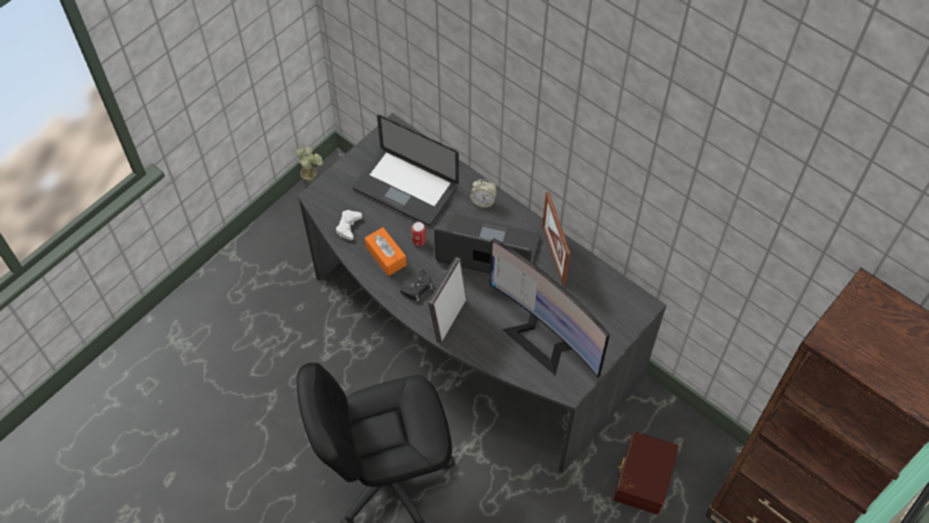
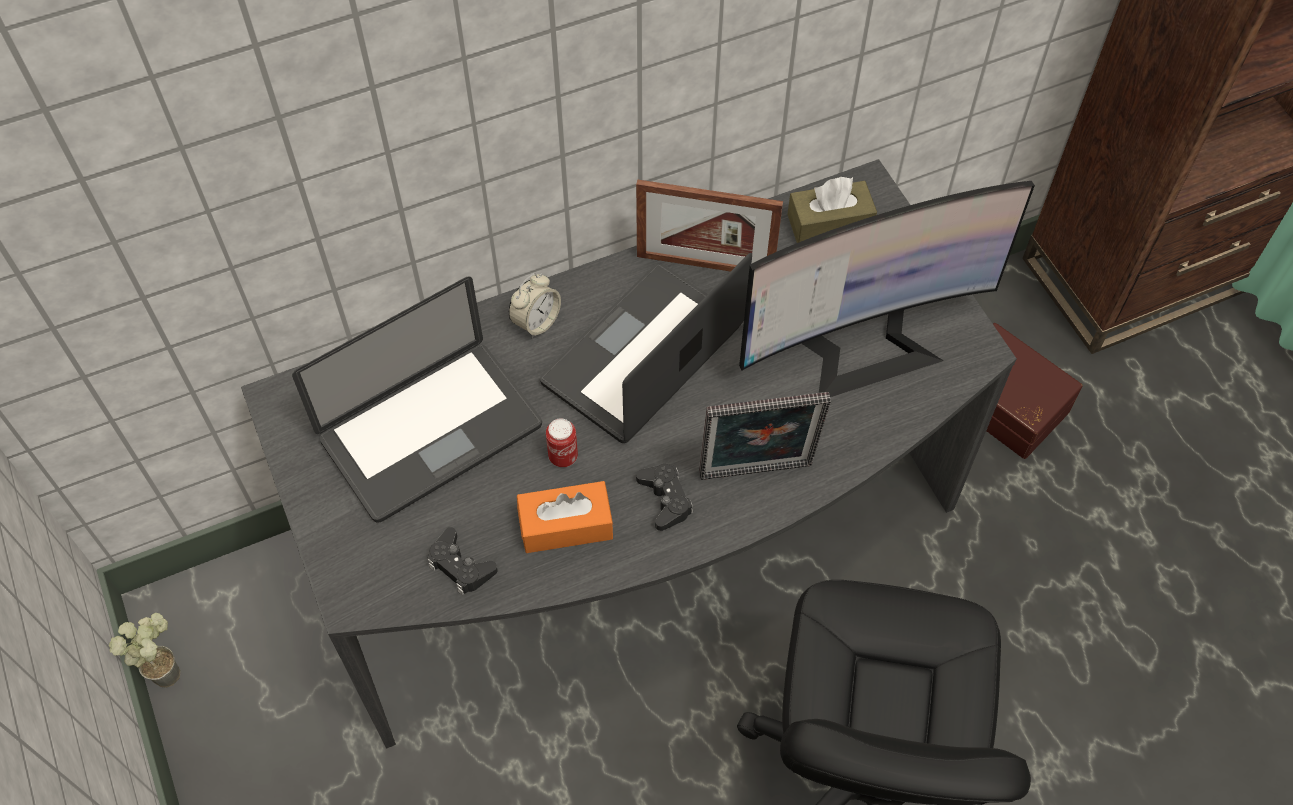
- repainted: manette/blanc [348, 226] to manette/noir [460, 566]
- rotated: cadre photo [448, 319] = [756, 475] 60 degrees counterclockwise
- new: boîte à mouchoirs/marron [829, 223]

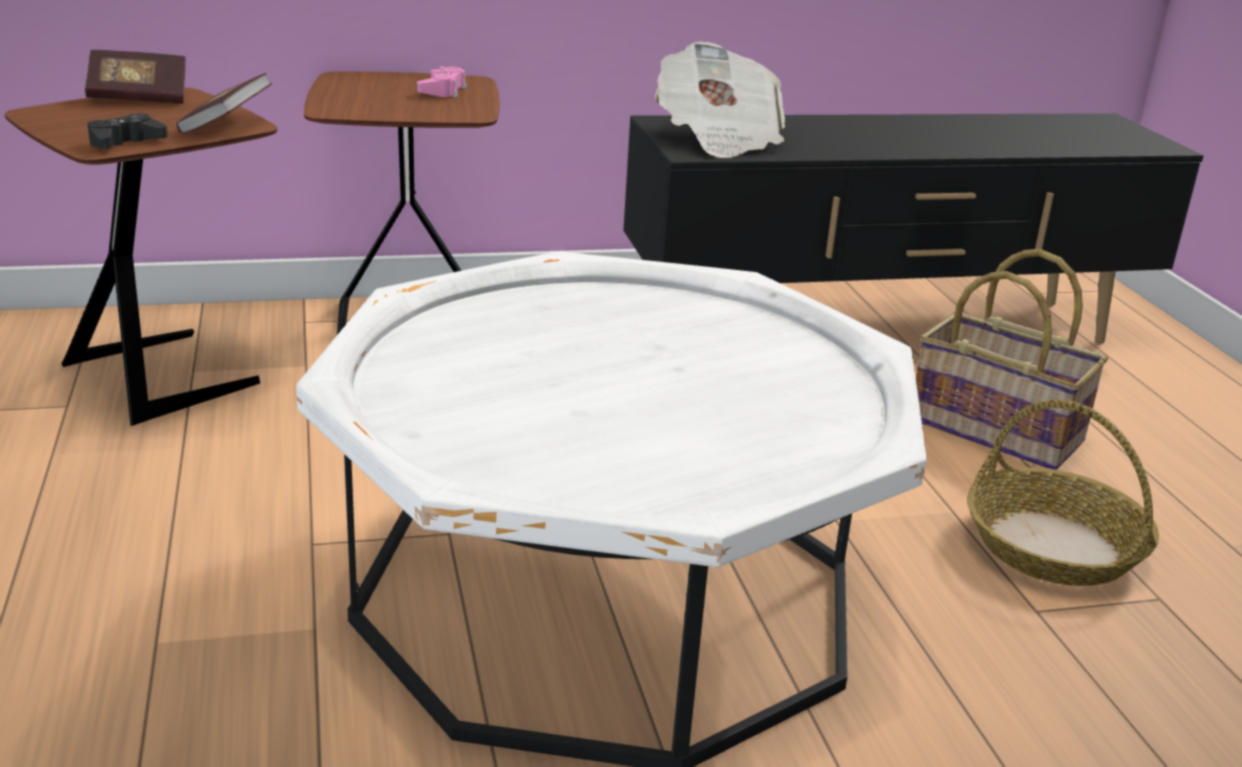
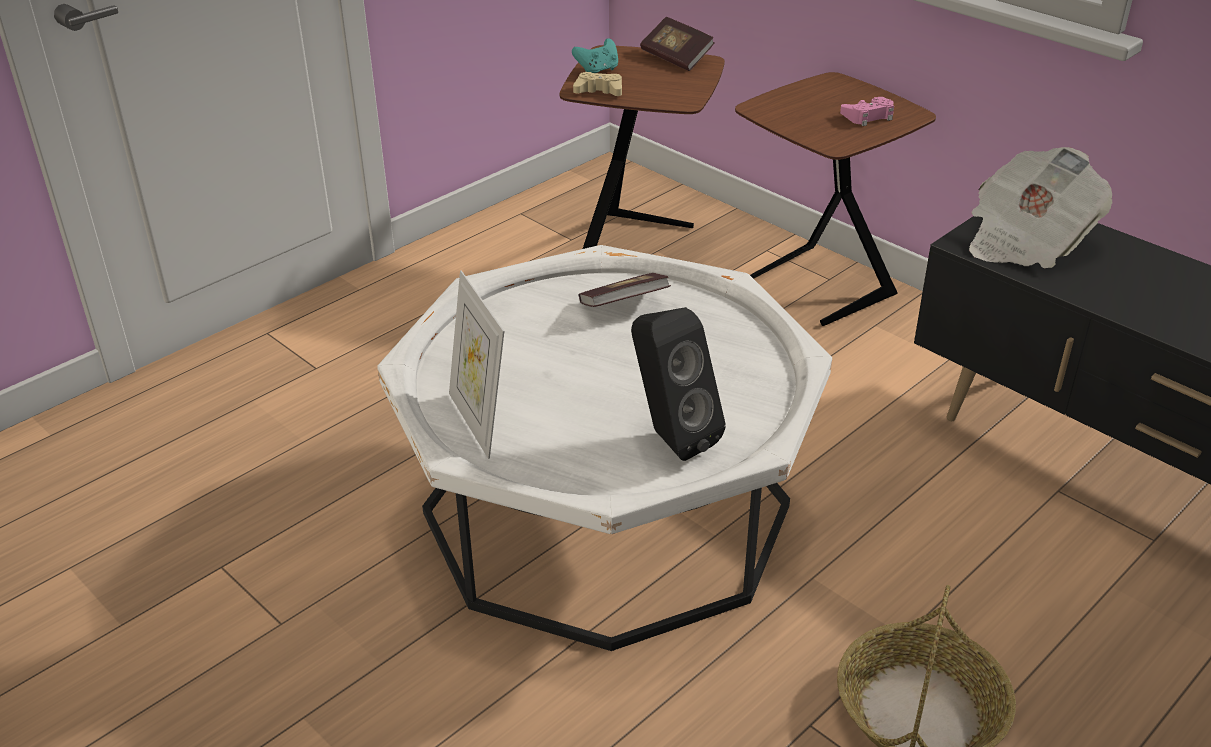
- repainted: manette/noir [125, 142] to manette/beige [599, 91]
- shifted: livre [226, 125] to [624, 305]
- gone: panier [997, 429]
- new: cadre photo [479, 422]
- new: manette/turquoise [597, 71]
- new: enceinte/noir [670, 437]

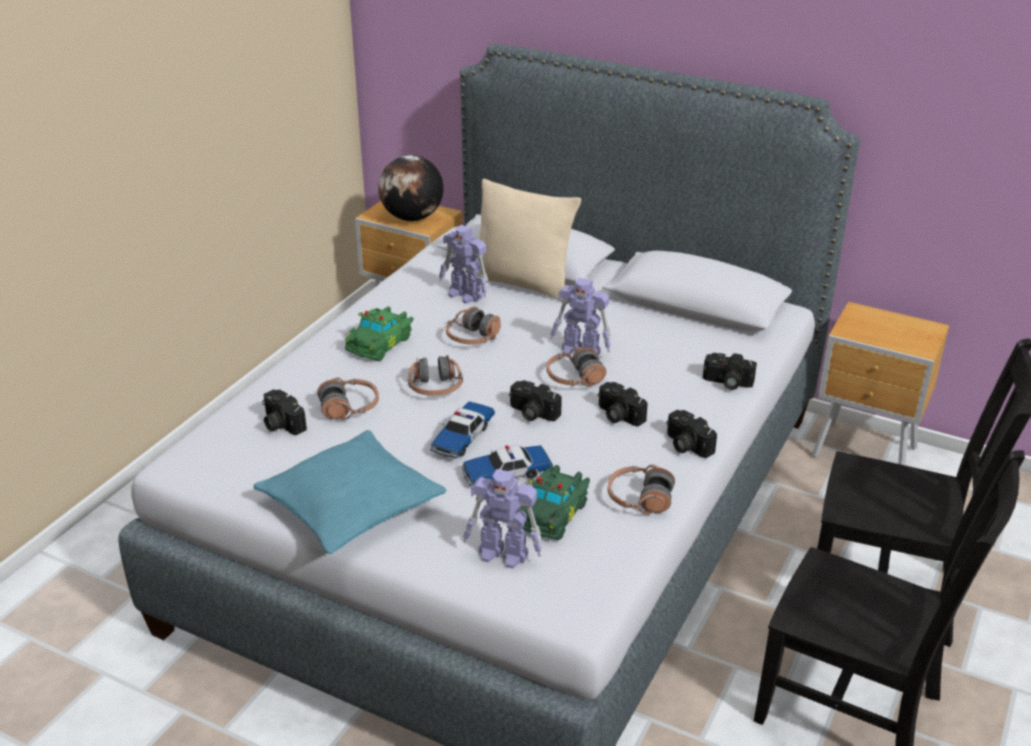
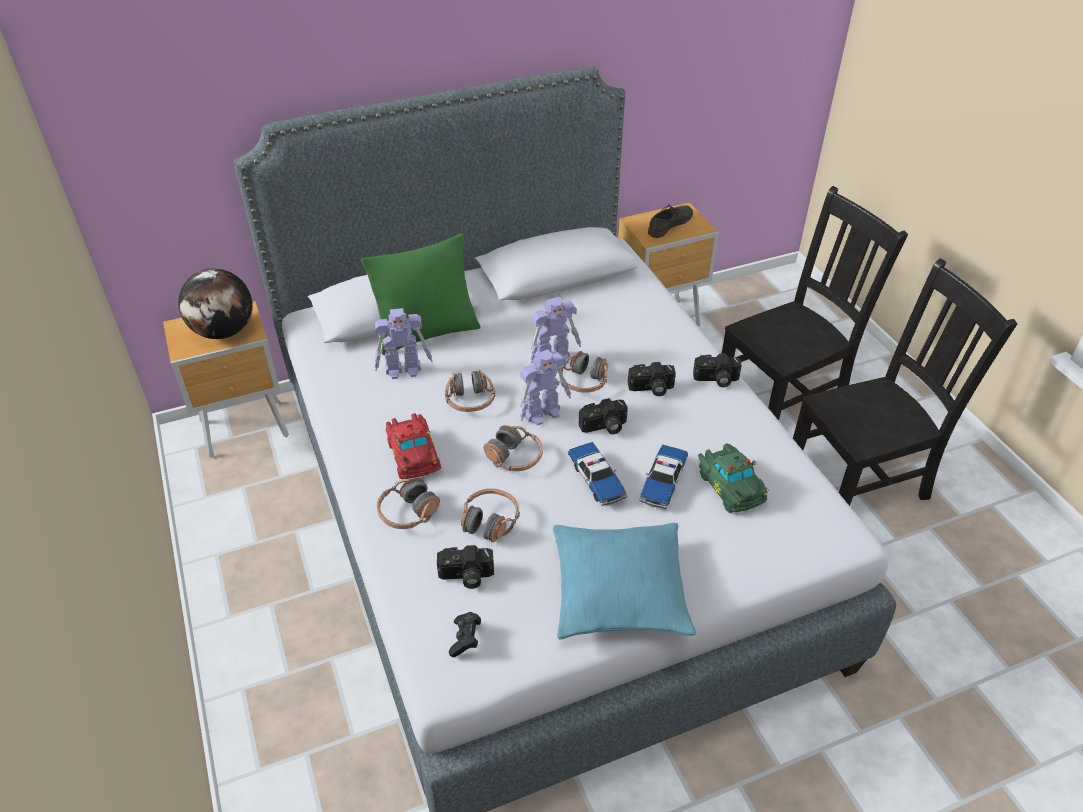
- repainted: petite voiture/vert [381, 343] to petite voiture/rouge [414, 453]
- shifted: robot jouet [504, 554] to [543, 413]
- repainted: coussin/beige [522, 284] to coussin/vert [427, 333]
- shifted: casque audio [639, 499] to [408, 512]
- gone: appareil photo [727, 383]
- new: manette/noir [465, 639]
- new: chaussure/gris [669, 224]

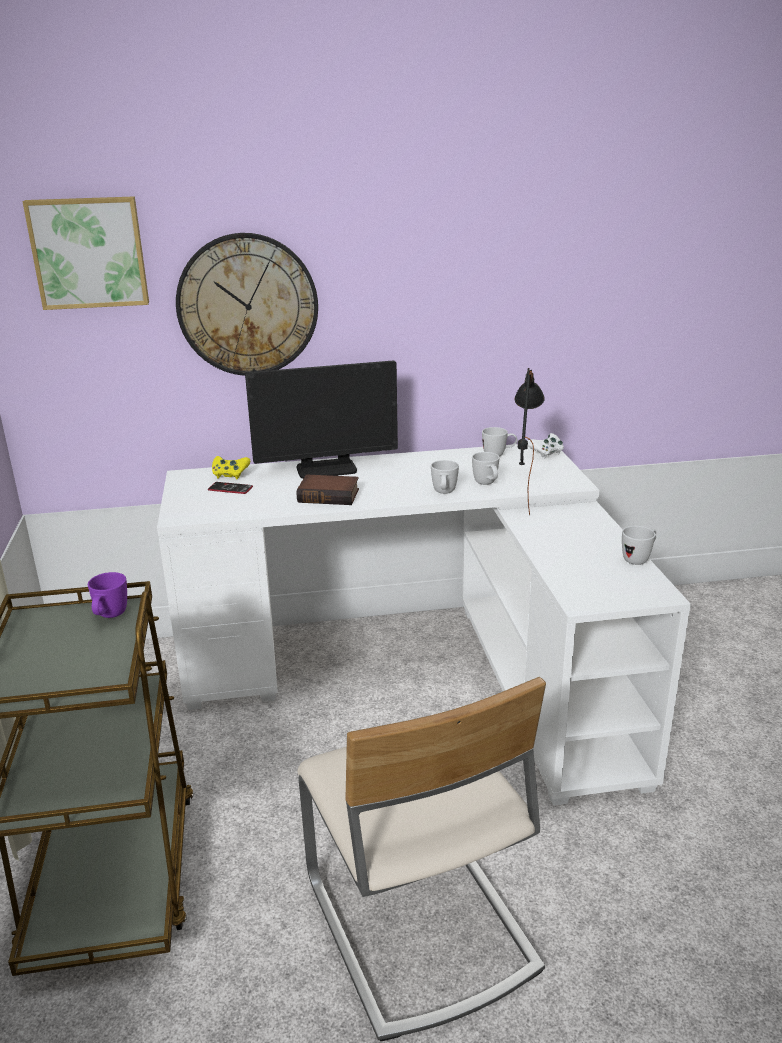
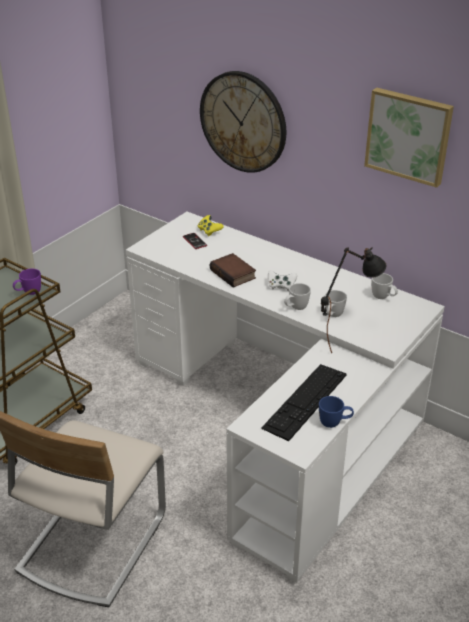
- shifted: tableau [89, 252] to [409, 135]
- gone: écran d'ordinateur [326, 469]
- shifted: manette/blanc [546, 453] to [281, 286]
- repainted: mug/blanc [639, 559] to mug/bleu [334, 423]
- new: clavier [305, 401]

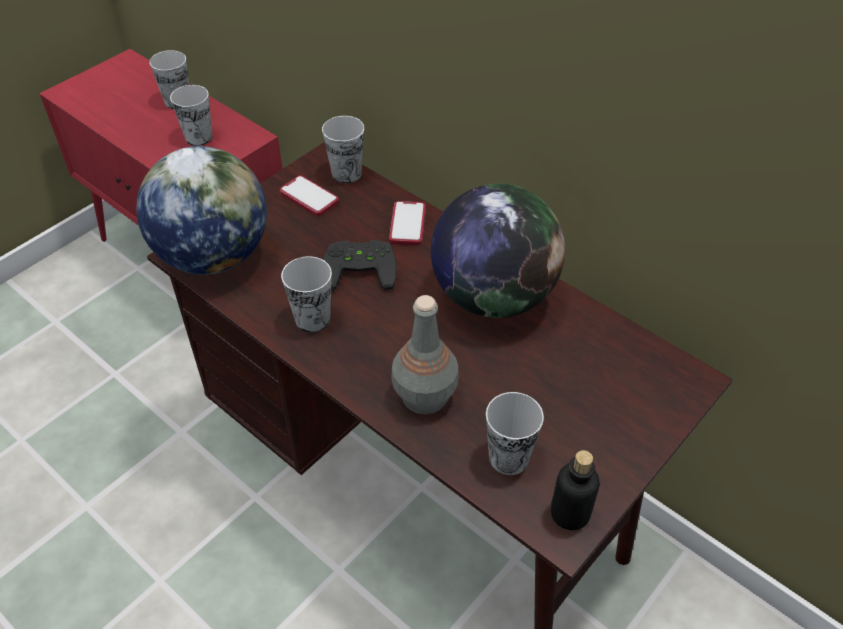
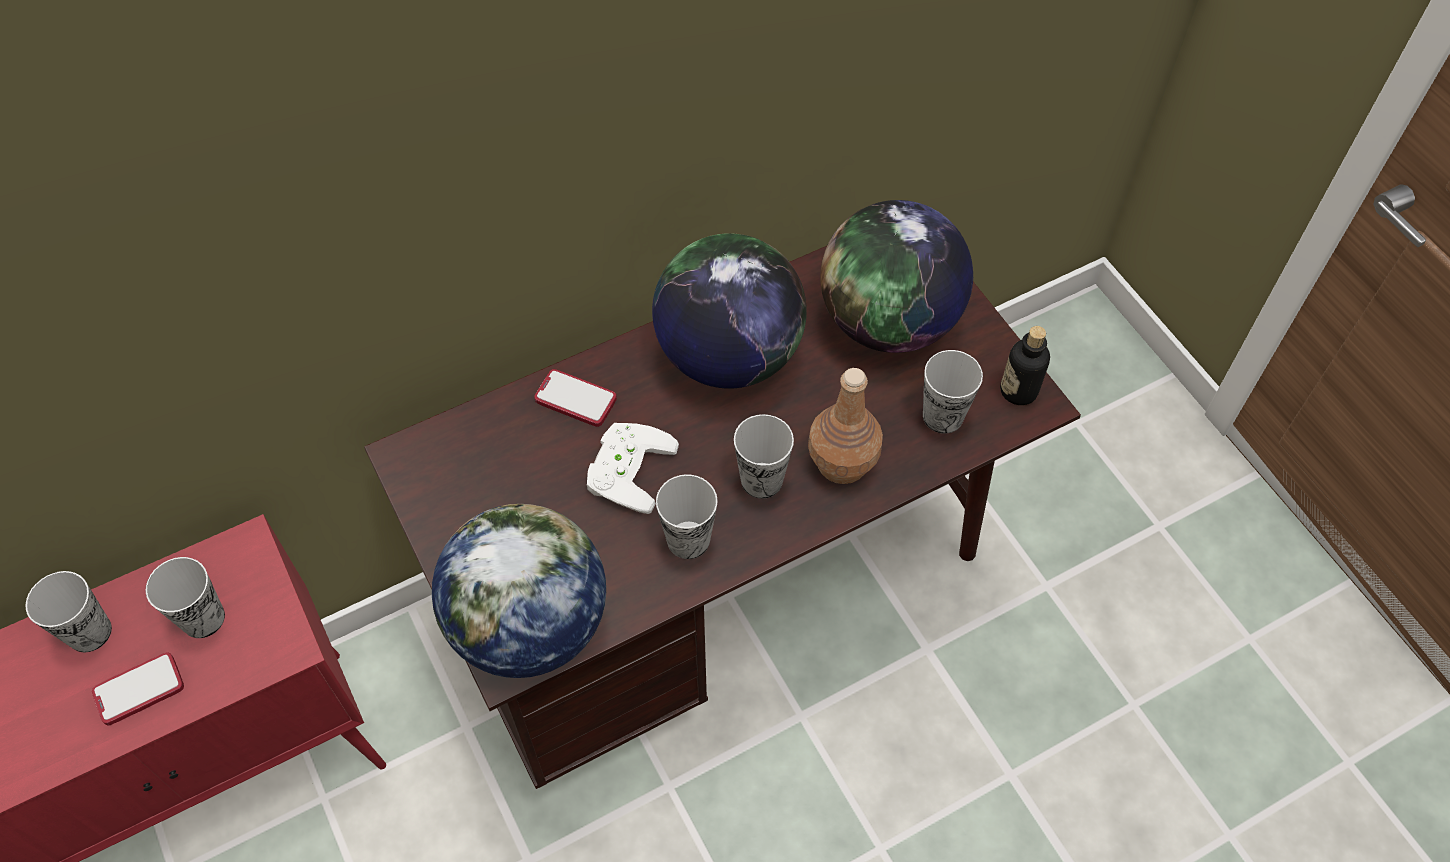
- shifted: téléphone [309, 197] to [139, 690]
- shifted: tasse [346, 173] to [761, 480]
- repainted: manette/noir [360, 267] to manette/blanc [625, 468]
- repainted: bouteille/gris [424, 396] to bouteille/marron [842, 463]
- new: globe [888, 322]

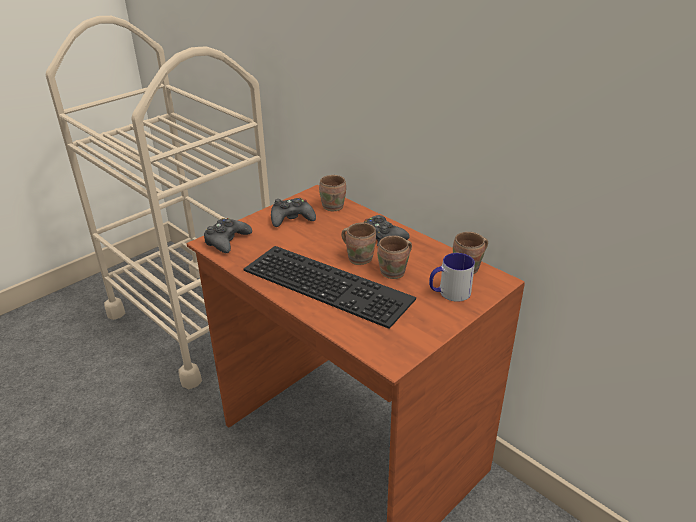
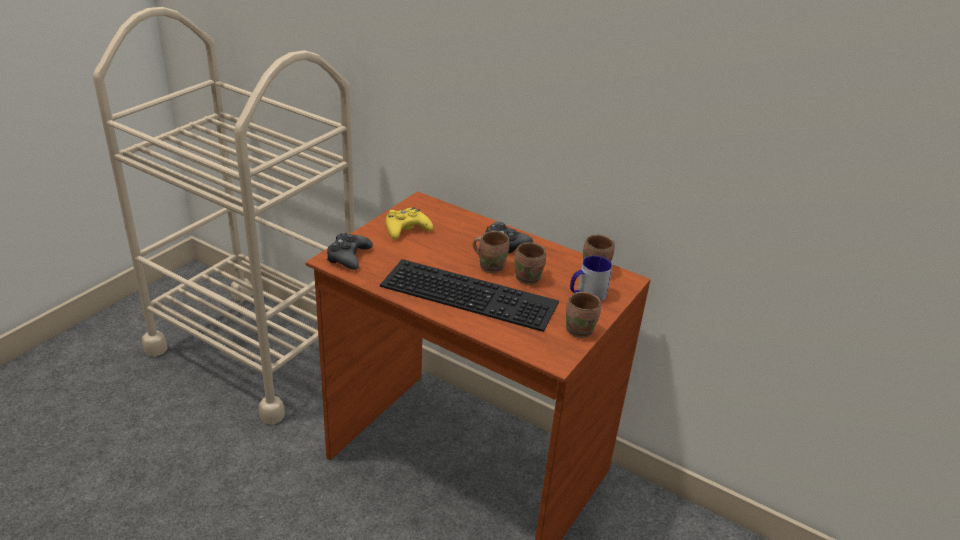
- repainted: manette/noir [292, 218] to manette/jaune [406, 229]
- shifted: mug/marron [334, 206] to [580, 329]

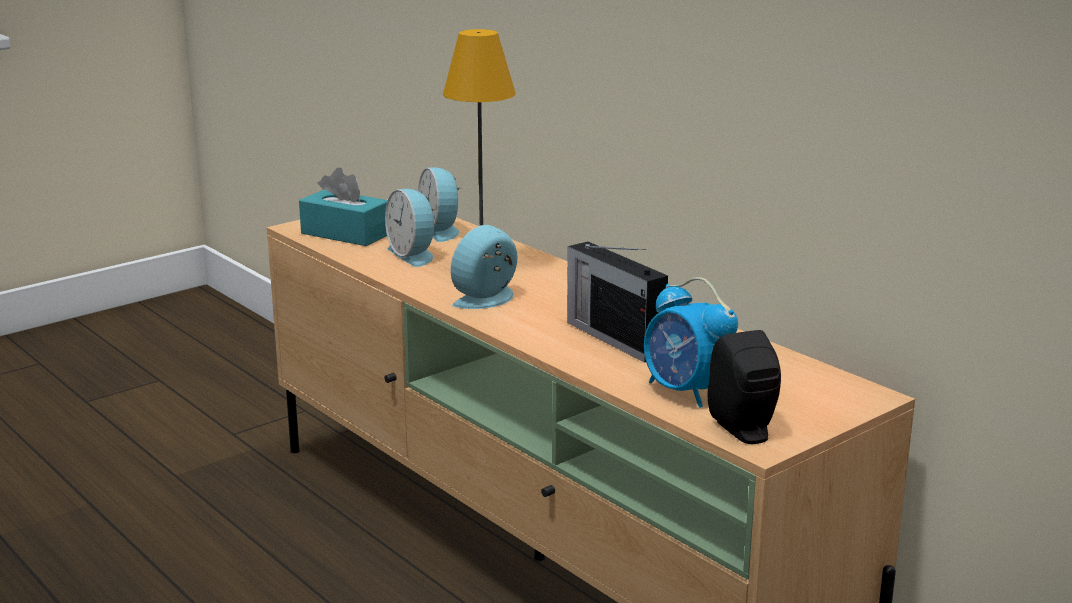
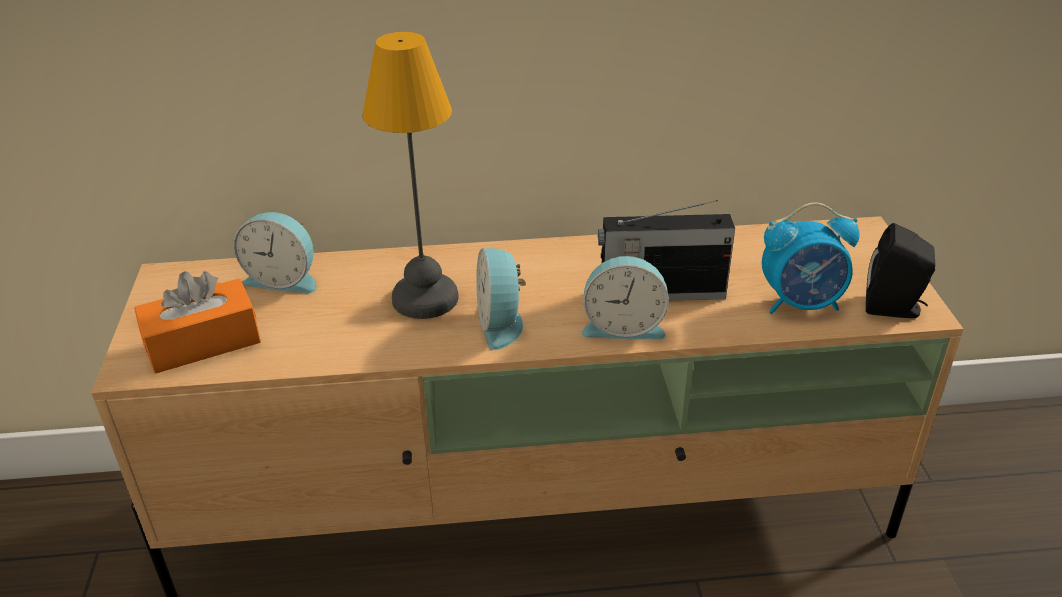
- repainted: boîte à mouchoirs/turquoise [346, 234] to boîte à mouchoirs/orange [203, 342]
- shifted: réveil [414, 254] to [623, 326]

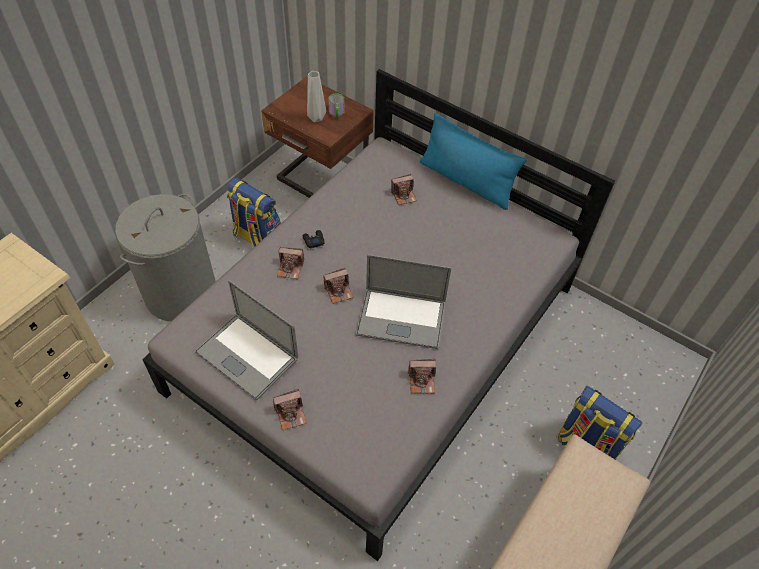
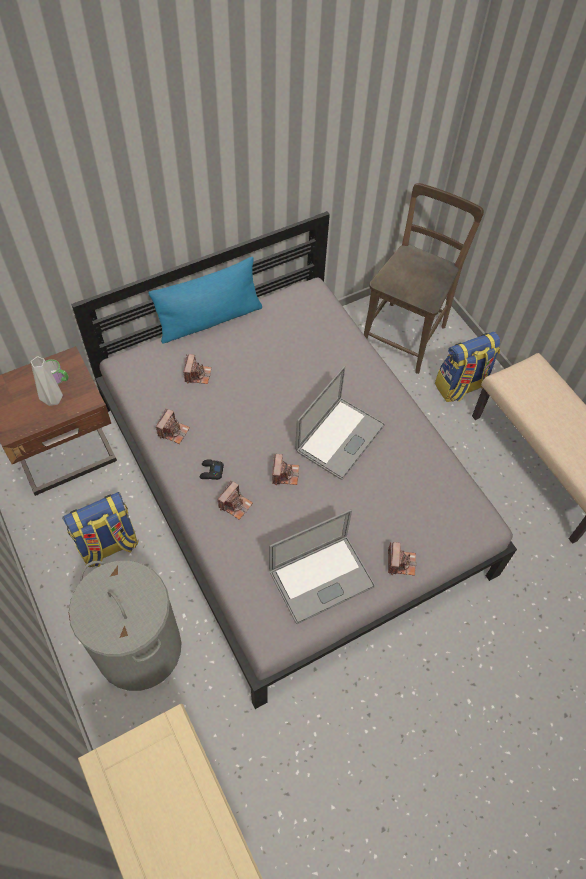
- shifted: appareil photo [422, 381] to [173, 431]
- new: chaise/marron [406, 333]

